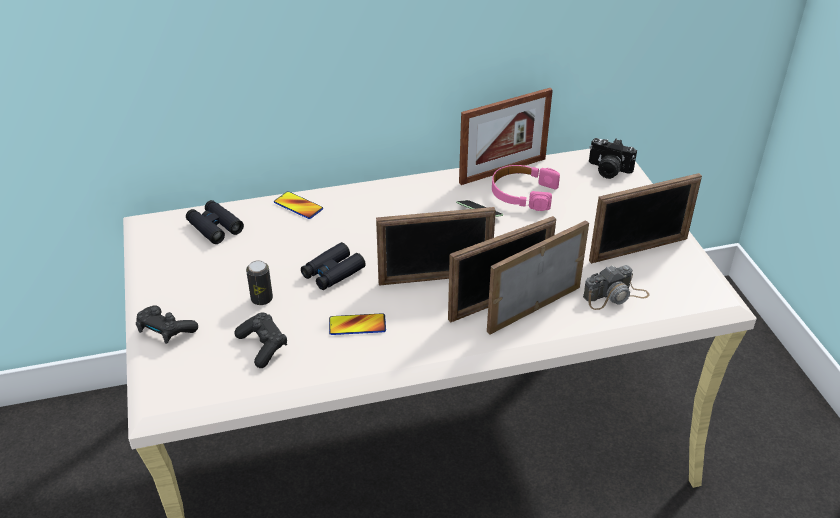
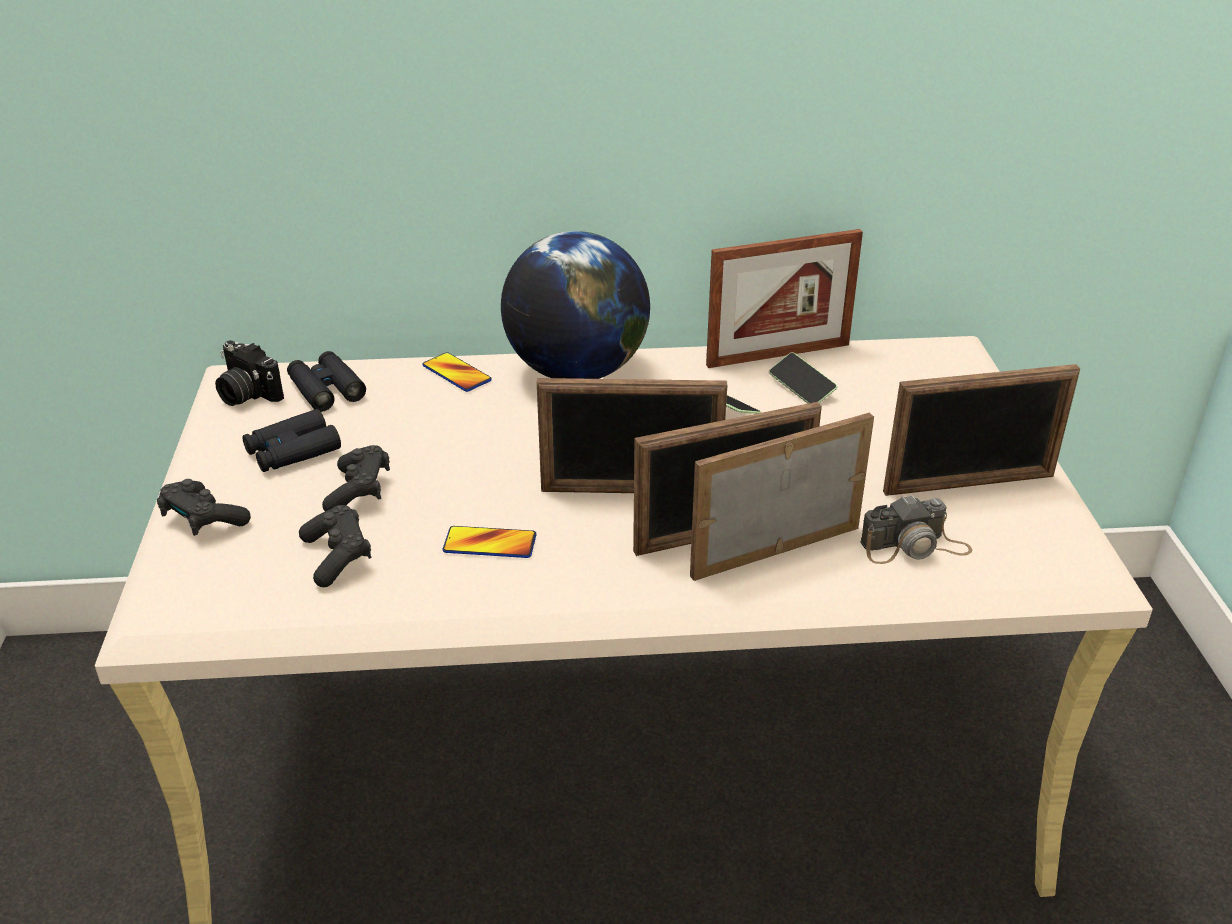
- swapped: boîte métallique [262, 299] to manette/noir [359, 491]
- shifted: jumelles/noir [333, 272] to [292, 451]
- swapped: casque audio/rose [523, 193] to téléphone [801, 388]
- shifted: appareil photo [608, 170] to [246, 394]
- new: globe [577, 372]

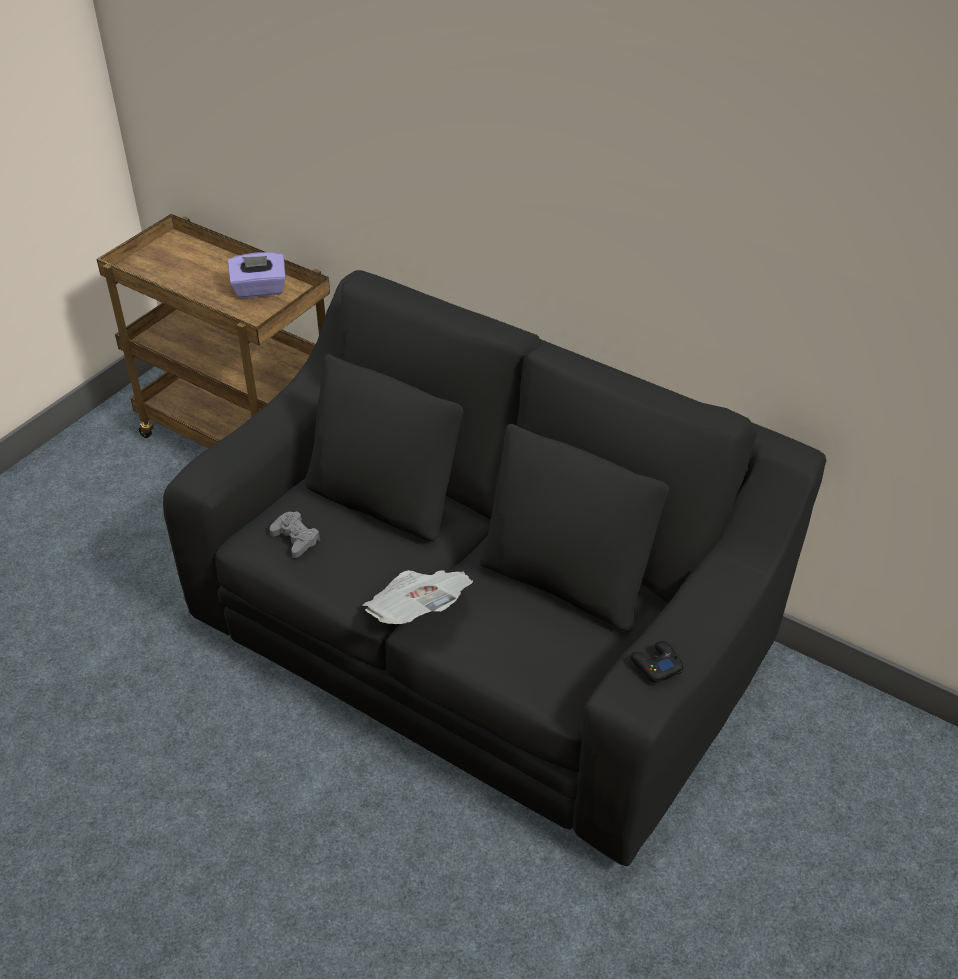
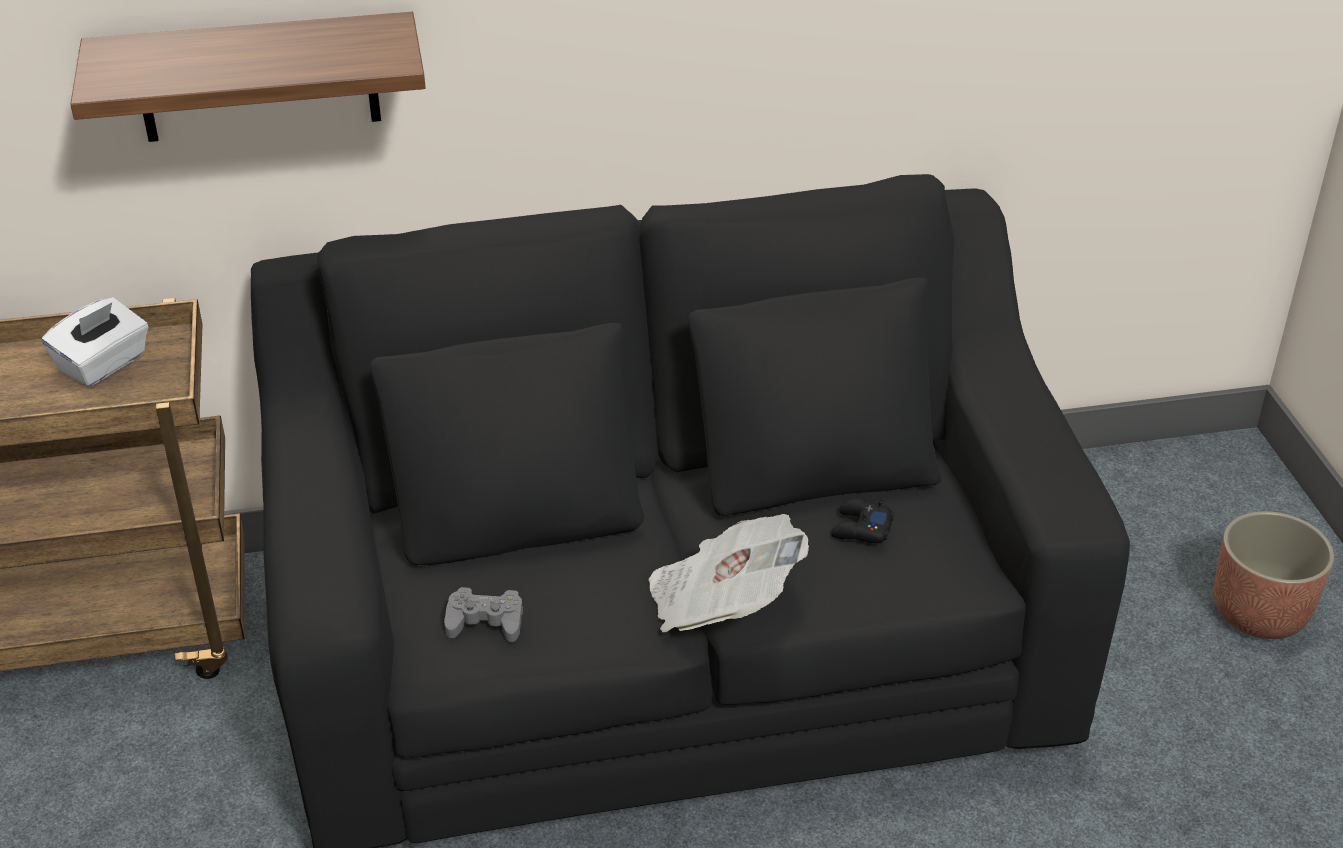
- repainted: boîte à mouchoirs/violet [259, 290] to boîte à mouchoirs/blanc [104, 364]
- shifted: manette/noir [655, 665] to [861, 529]
- new: étagère [257, 77]
- new: cache-pot [1259, 613]

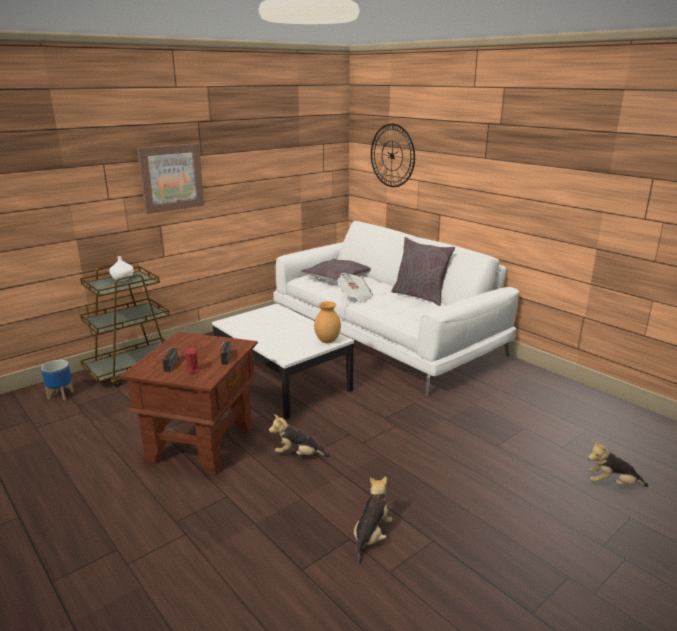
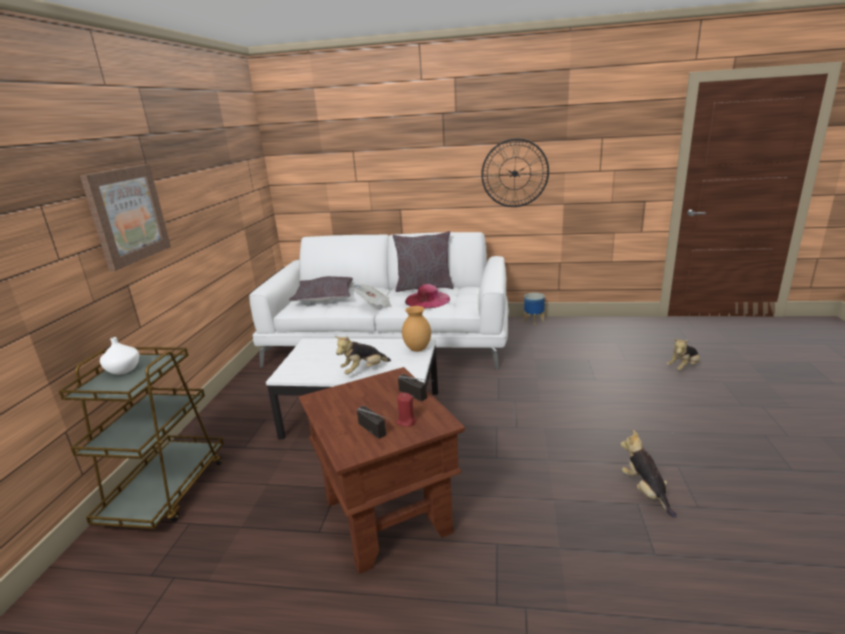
- shifted: cache-pot [61, 395] to [534, 321]
- shifted: peluche [298, 455] to [363, 370]
- shifted: horloge murale [392, 155] to [514, 173]
- new: chapeau/rose [427, 300]

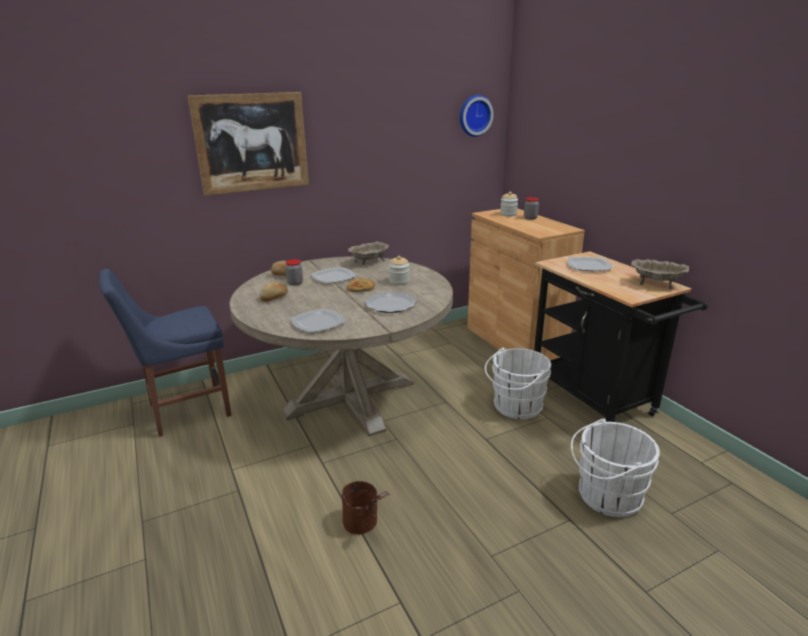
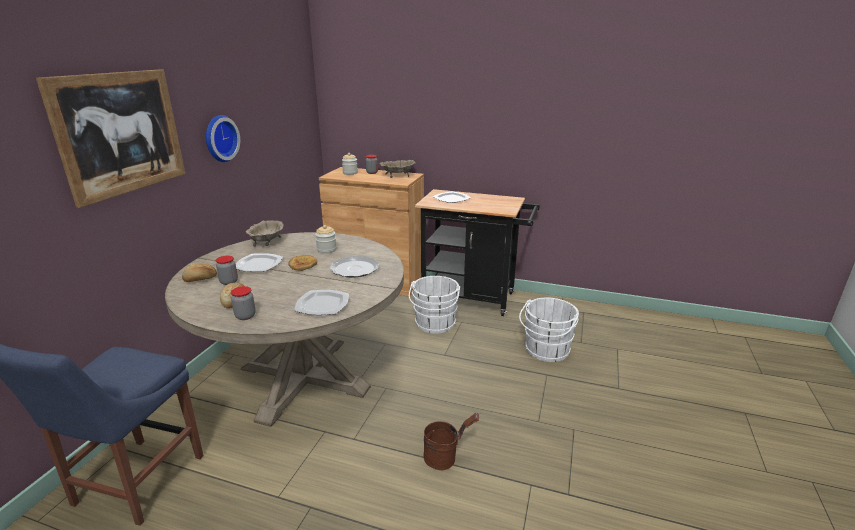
- shifted: horloge murale [474, 115] to [219, 138]
- shifted: bol/beige [656, 283] to [398, 176]
- new: bocal [245, 316]

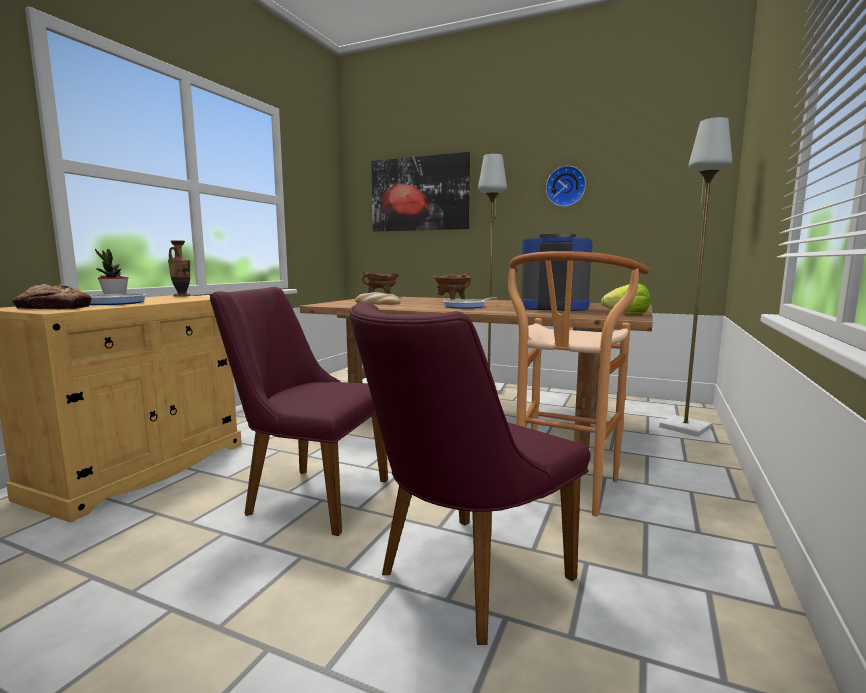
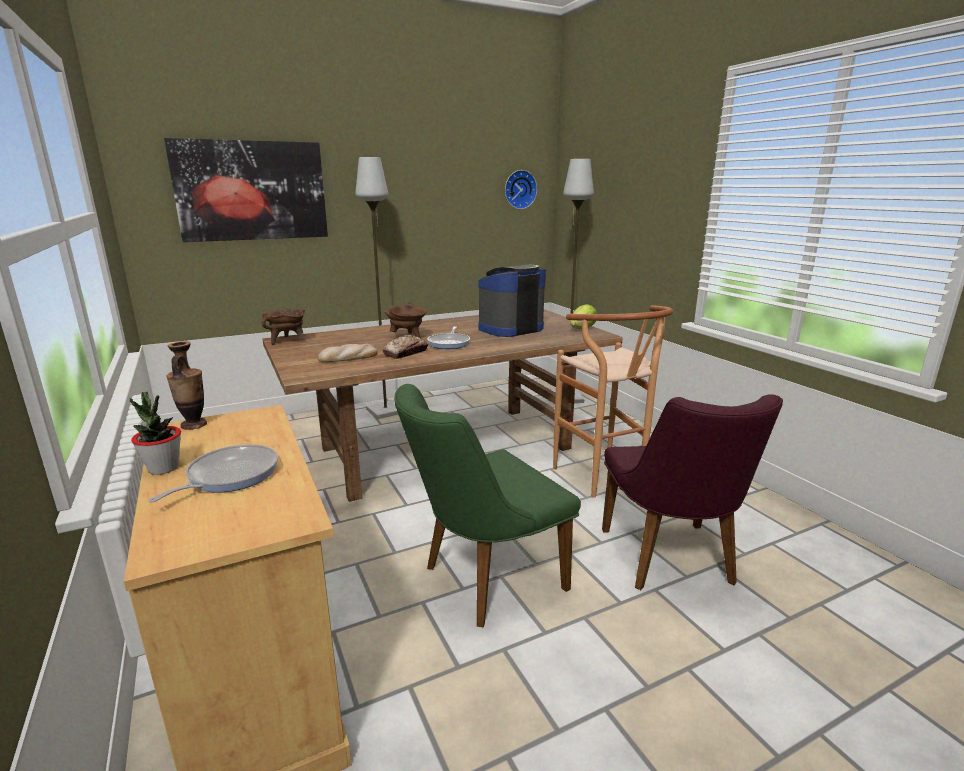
- shifted: pain [54, 308] to [405, 353]
- repainted: chaise/violet [307, 495] to chaise/vert [482, 580]
- shifted: horloge murale [566, 186] to [519, 189]

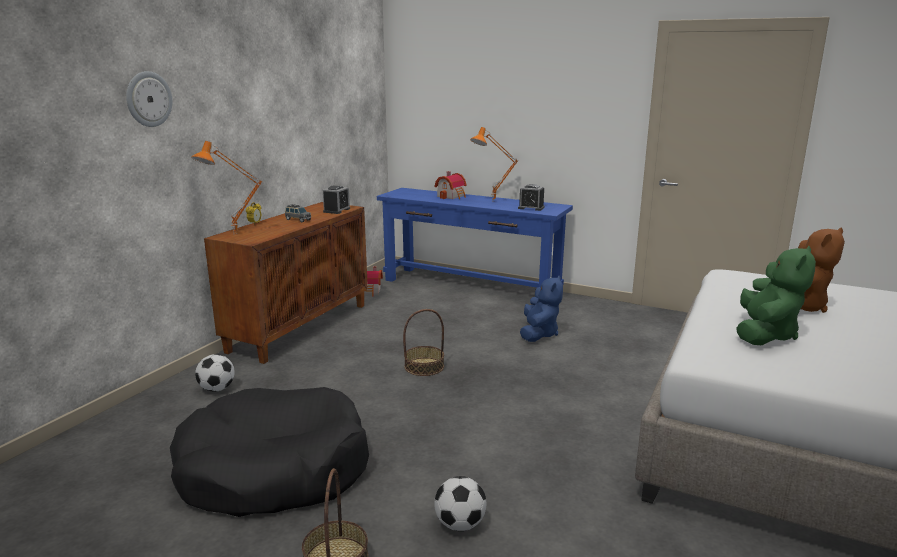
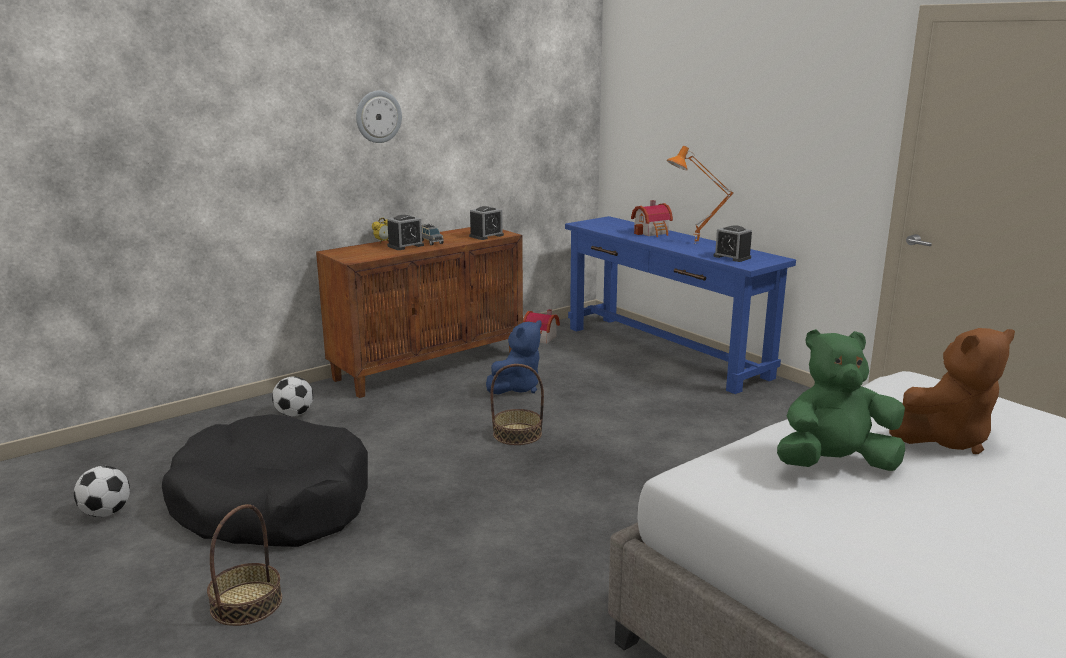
- shifted: horloge murale [148, 99] to [378, 116]
- gone: lampe de table/orange [235, 234]
- shifted: ballon de foot [460, 524] to [106, 513]
- shifted: peluche/bleu [538, 334] to [517, 388]
- rotated: peluche/vert [765, 334] = [835, 465] 150 degrees counterclockwise
- new: réveil [405, 246]

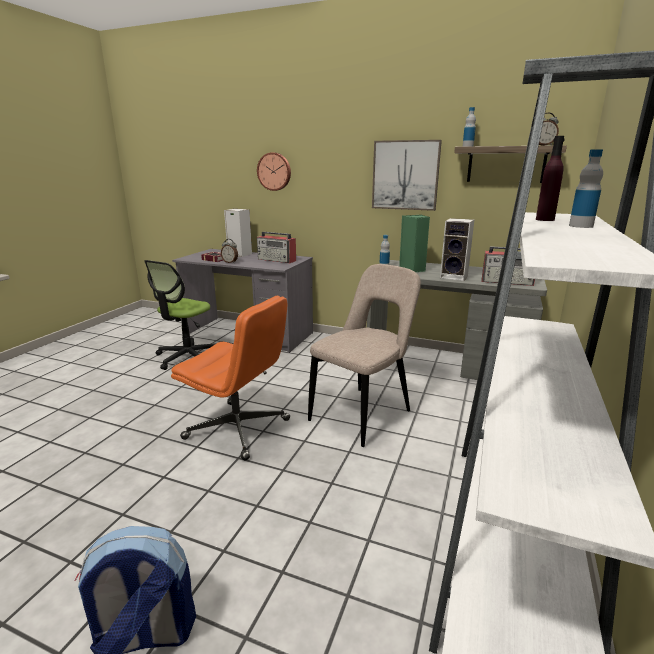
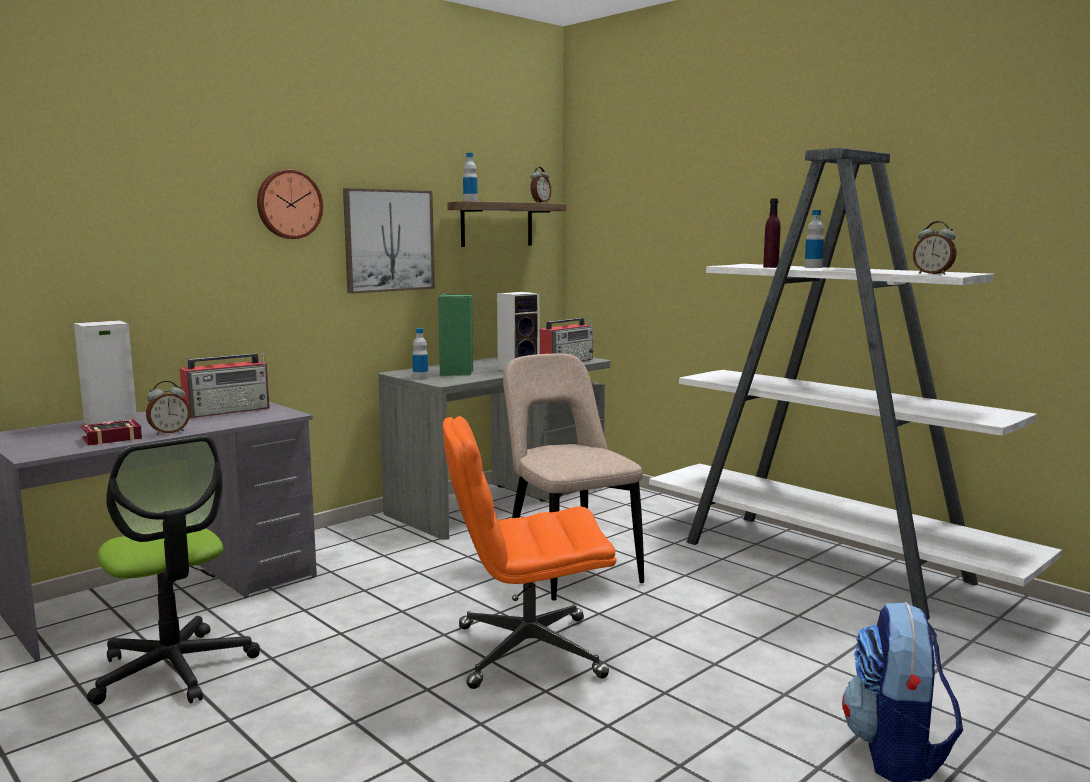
- rotated: chaise de bureau/orange [239, 429] = [527, 652] 150 degrees counterclockwise
- shifted: horloge murale [274, 171] to [288, 204]
- new: réveil [933, 274]

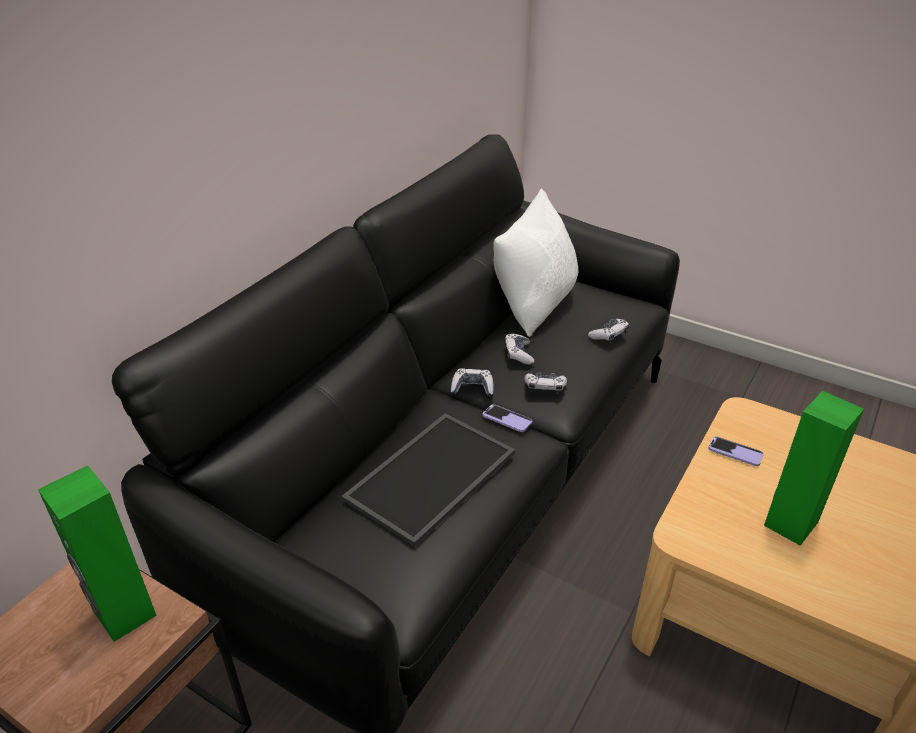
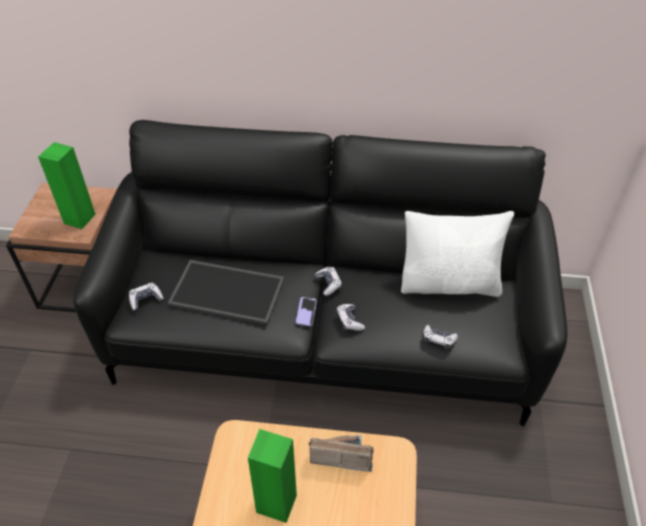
- shifted: manette [518, 354] to [146, 299]
- swapped: téléphone [735, 452] to radio [340, 455]

